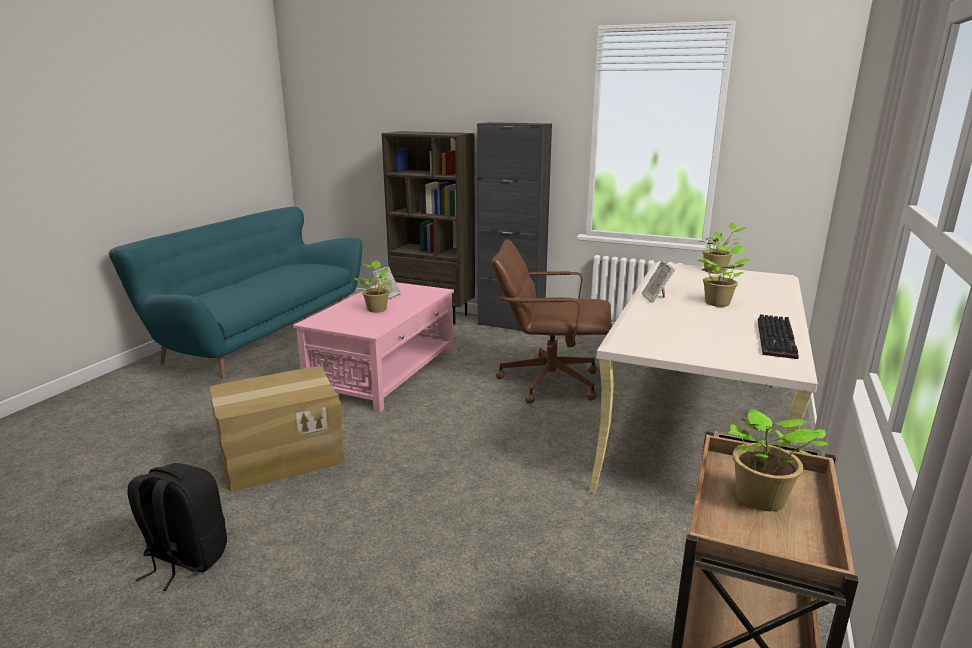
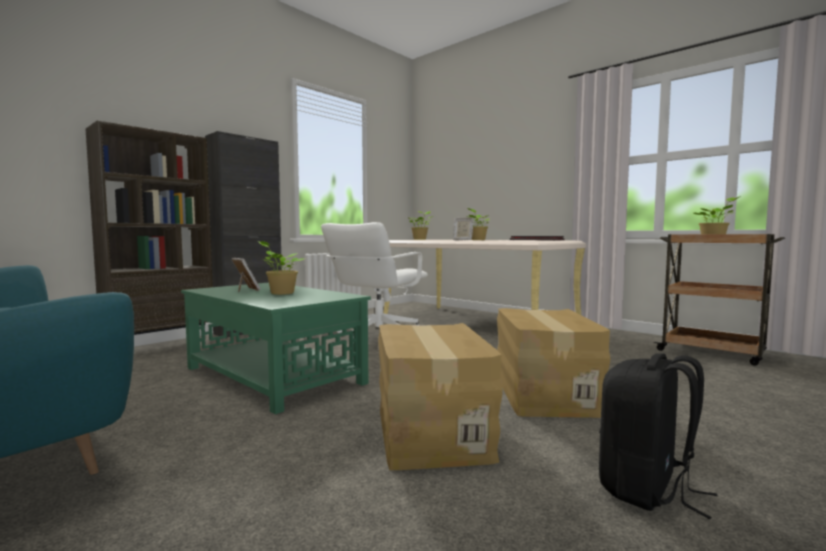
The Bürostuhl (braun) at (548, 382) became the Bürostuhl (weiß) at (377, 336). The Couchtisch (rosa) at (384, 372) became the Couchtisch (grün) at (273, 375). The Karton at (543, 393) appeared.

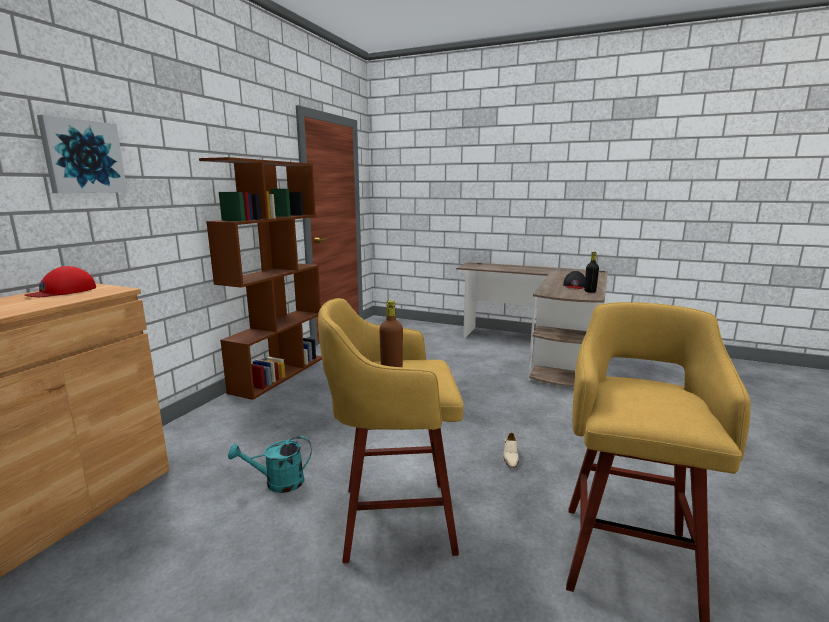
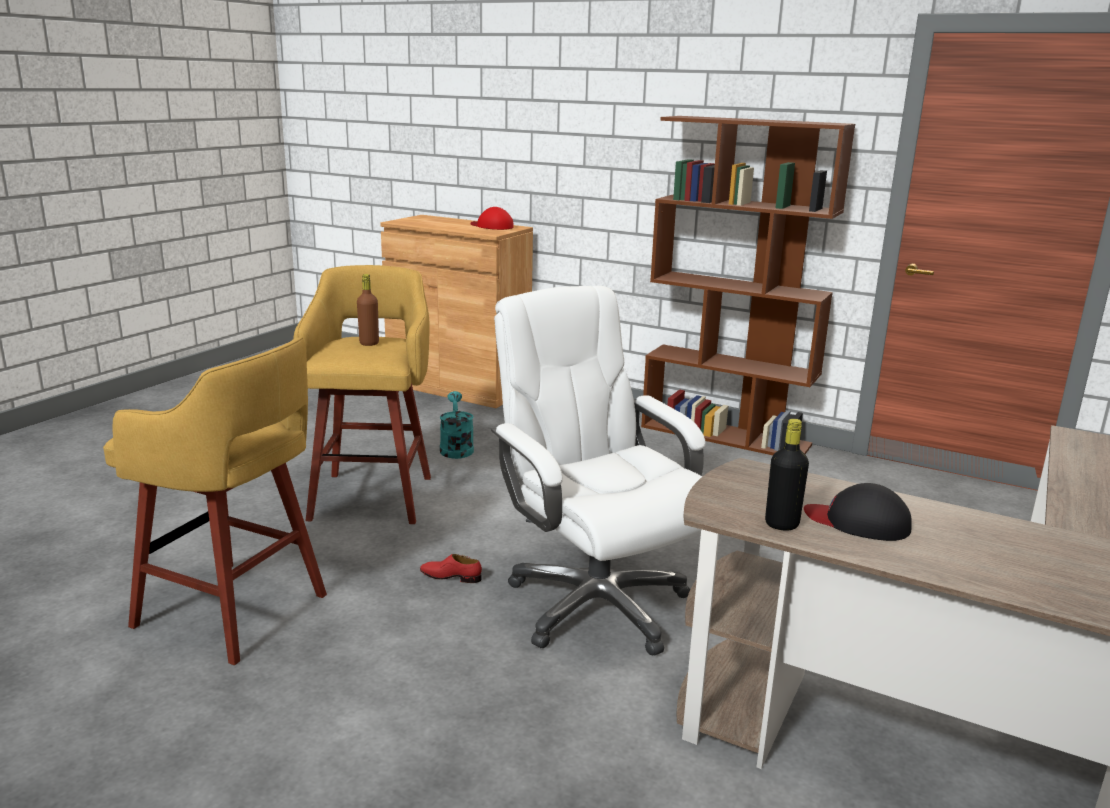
The Bild at (83, 157) disappeared. The Schuh (beige) at (510, 457) became the Schuh (rot) at (451, 576). The Bürostuhl (weiß) at (596, 603) appeared.

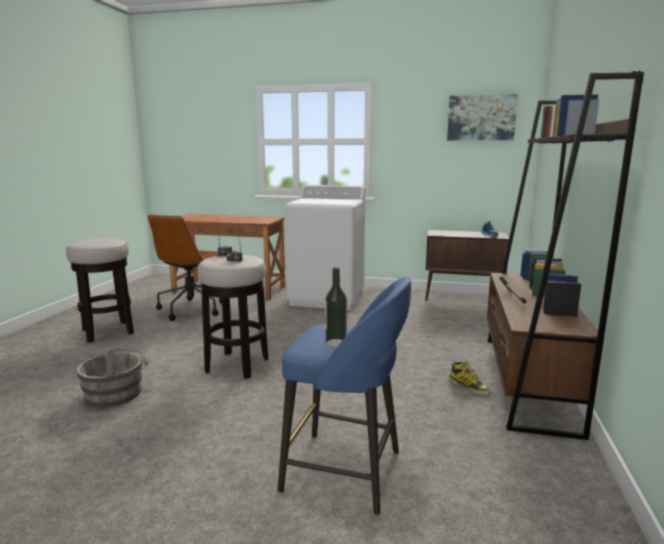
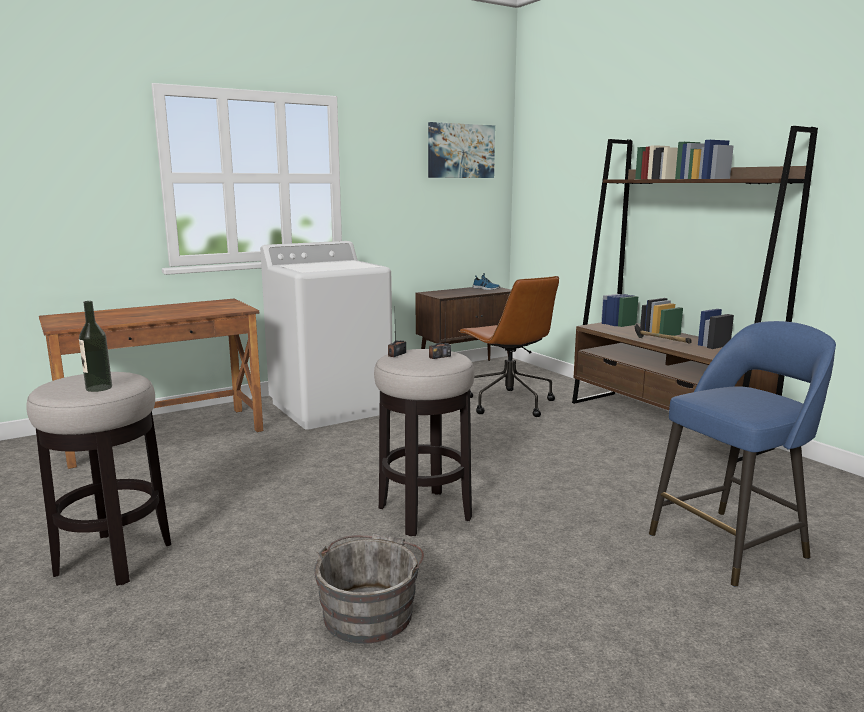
The Bürostuhl (braun) moved from (192, 309) to (508, 403). The Flasche moved from (336, 343) to (99, 388). The Stiefel at (469, 387) disappeared.

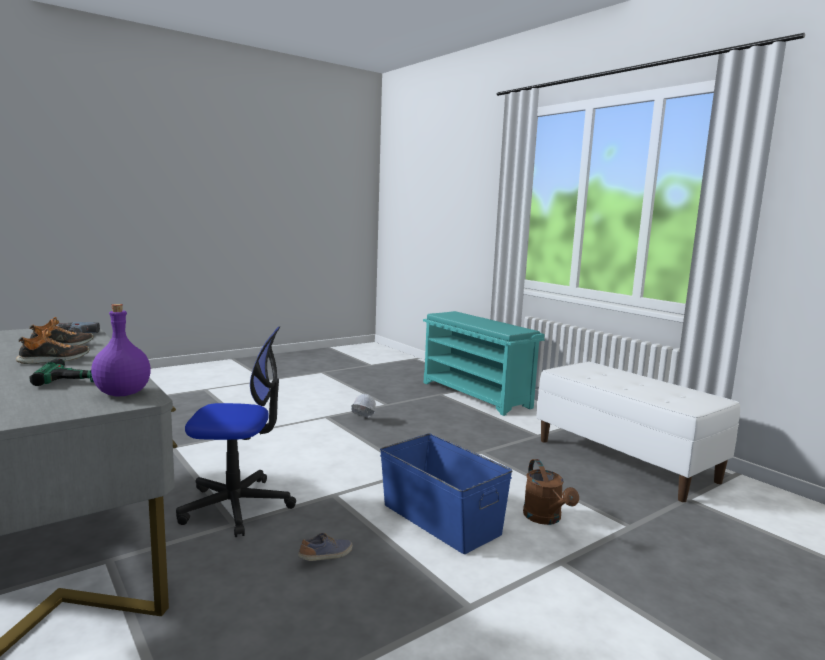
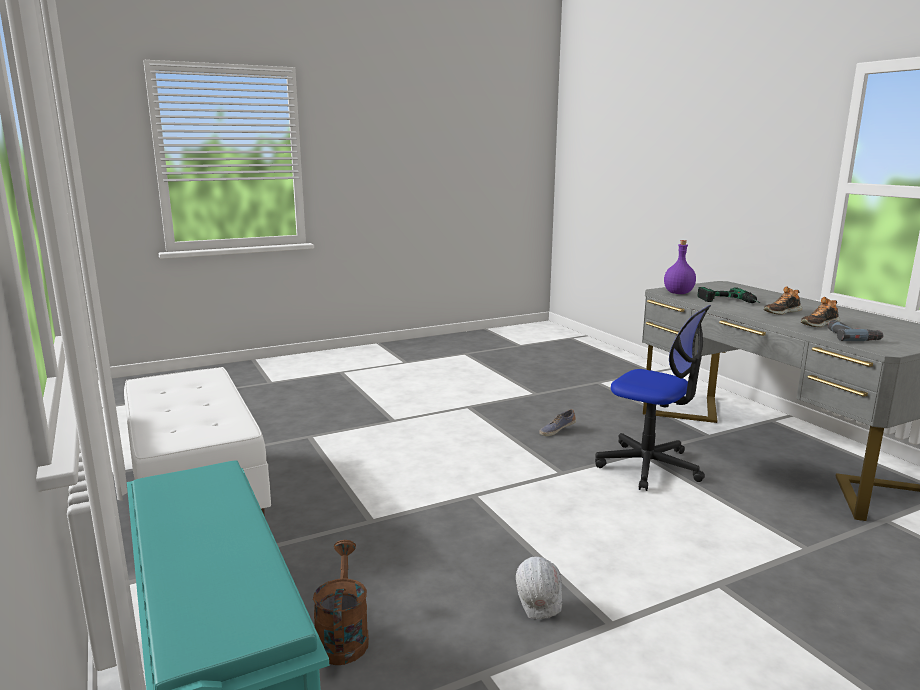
The Bürostuhl at (237, 506) turned 150 degrees counterclockwise. The Aufbewahrungsbox (blau) at (440, 519) disappeared. The Gießkanne (braun) moved from (546, 518) to (342, 636).

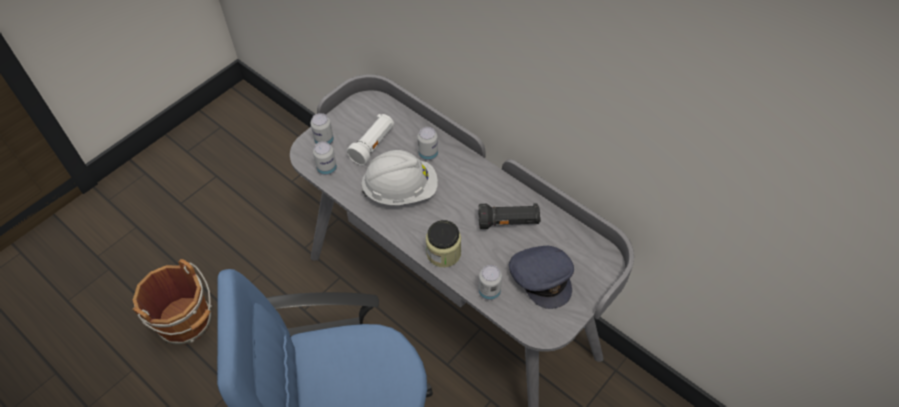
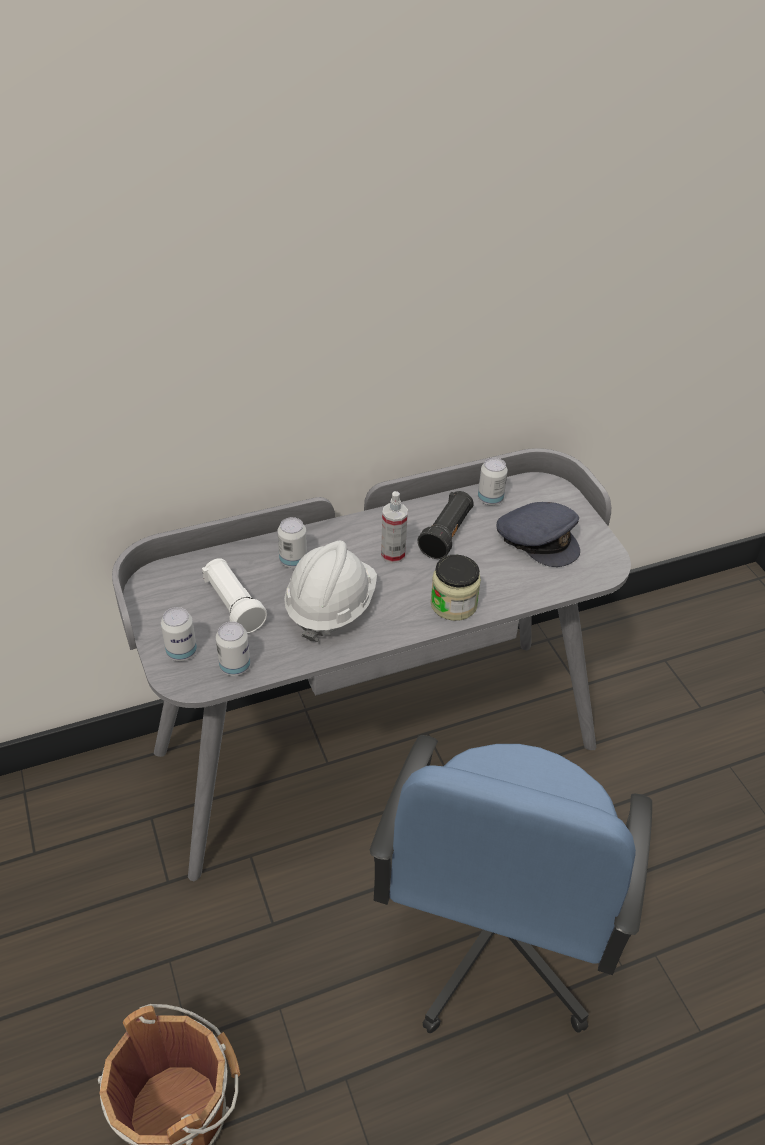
The Kappe (grau) at (542, 278) turned 45 degrees clockwise. The Dose moved from (489, 292) to (490, 499). The Sprühflasche at (393, 554) appeared.

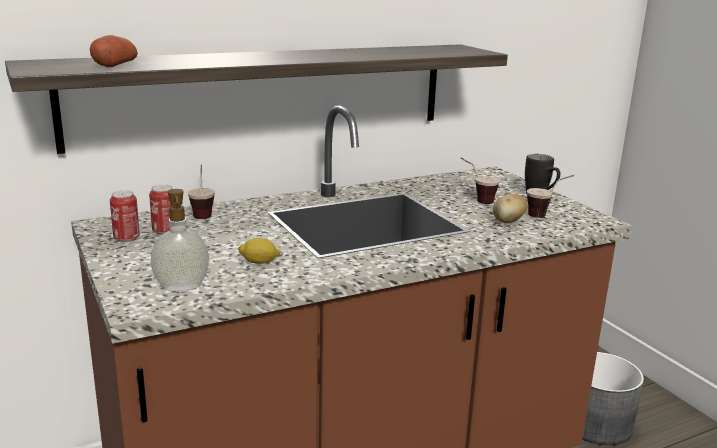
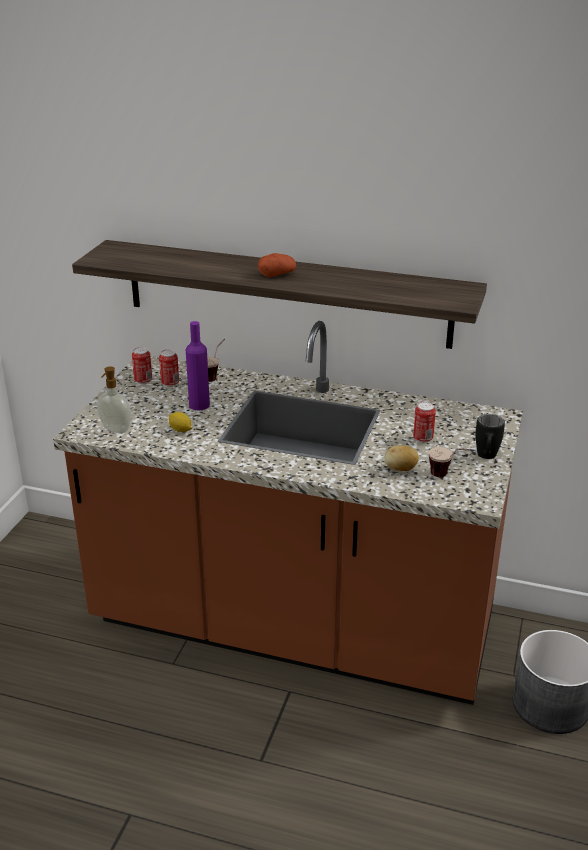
The Kartoffel moved from (115, 65) to (277, 274). The Tasse at (476, 199) was replaced by the Dose at (423, 438). The Flasche (lila) at (199, 405) appeared.

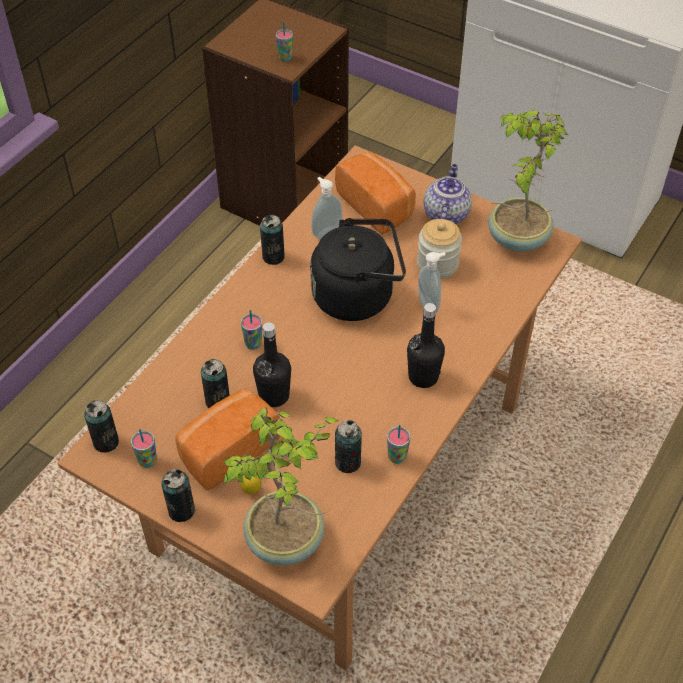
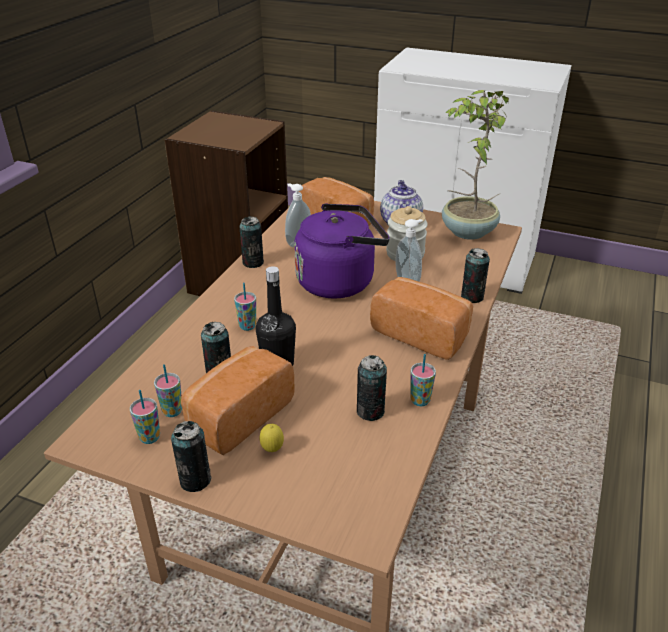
The Tasse moved from (285, 57) to (172, 411). The Wasserkessel (schwarz) at (358, 295) became the Wasserkessel (lila) at (339, 281). The Flasche (schwarz) at (423, 377) was replaced by the Brot at (422, 333). The Dose moved from (106, 442) to (472, 297). The Topfpflanze at (287, 541) disappeared.

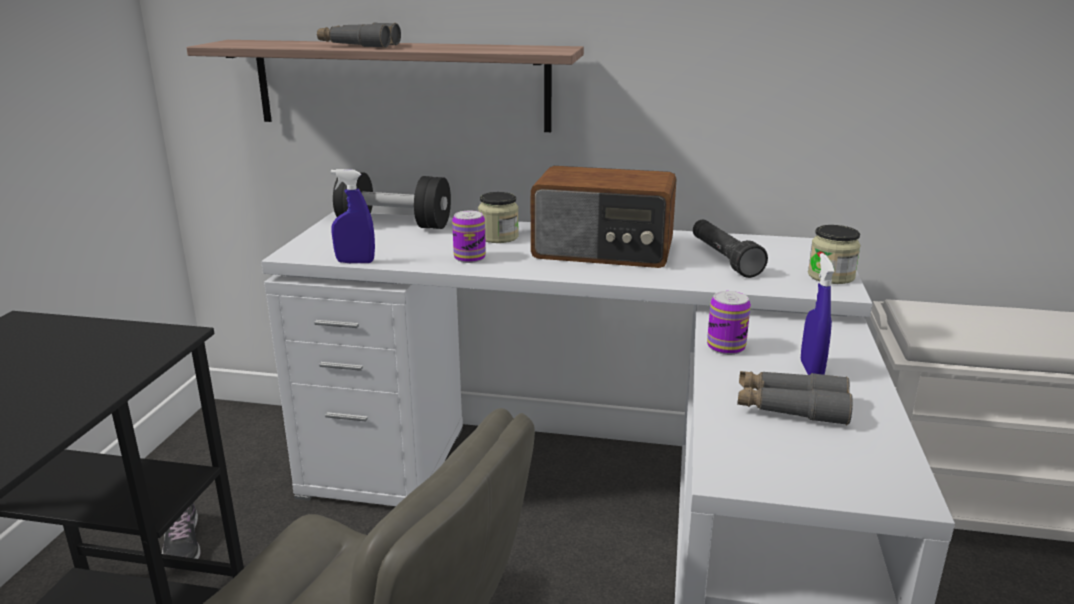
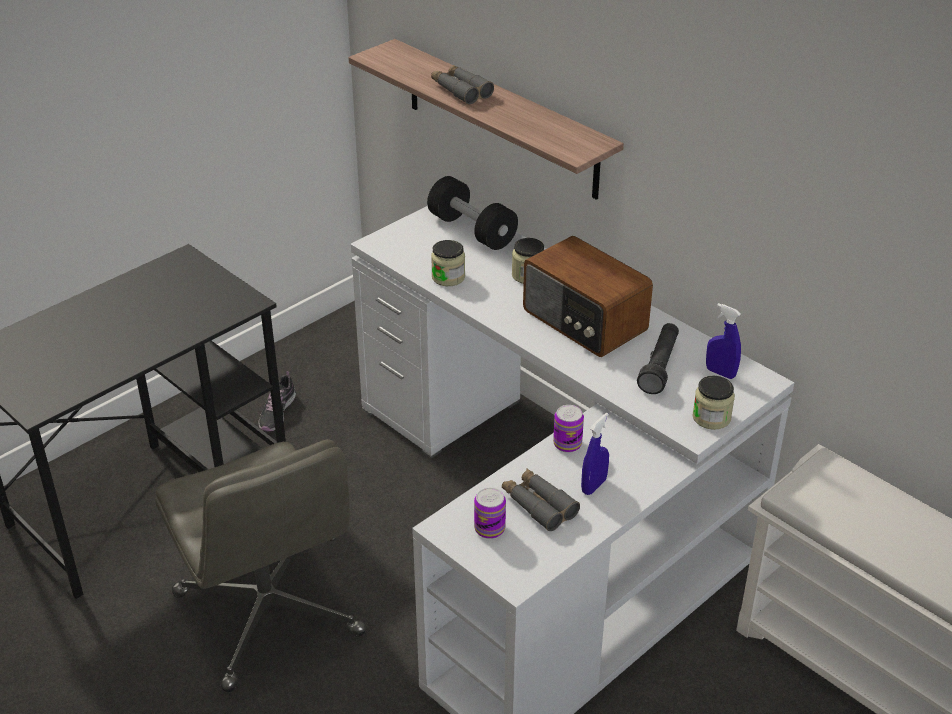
The Sprühflasche (blau) moved from (355, 262) to (720, 373). The Dose moved from (469, 258) to (489, 529). The Vorratsglas at (448, 277) appeared.

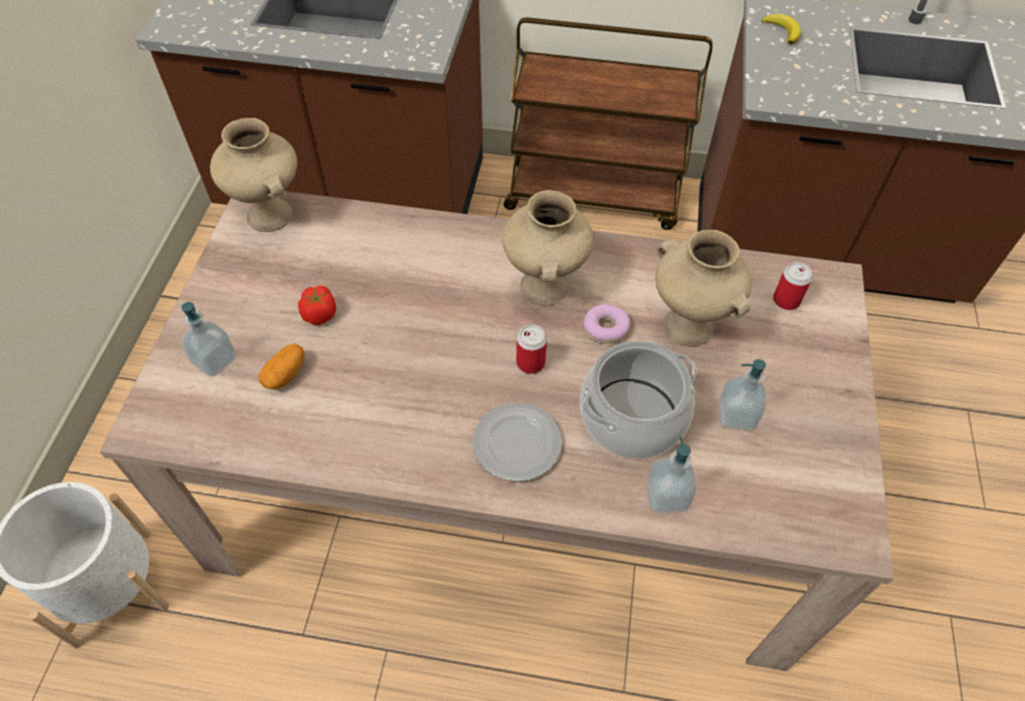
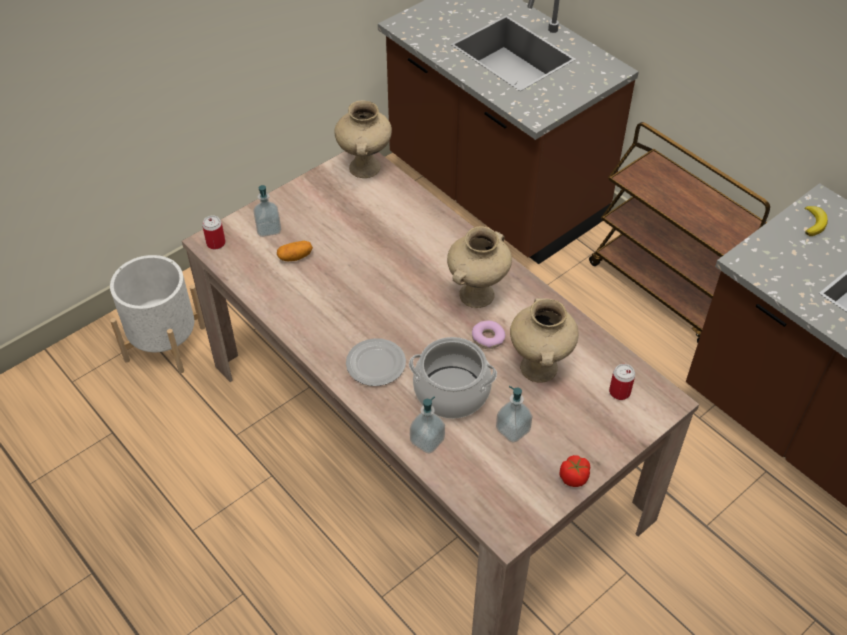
The Tomate moved from (320, 314) to (574, 477). The Dose moved from (530, 362) to (216, 243).

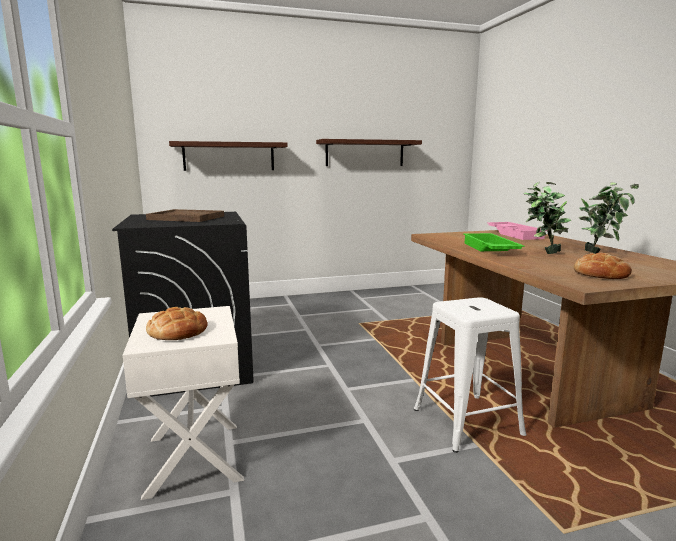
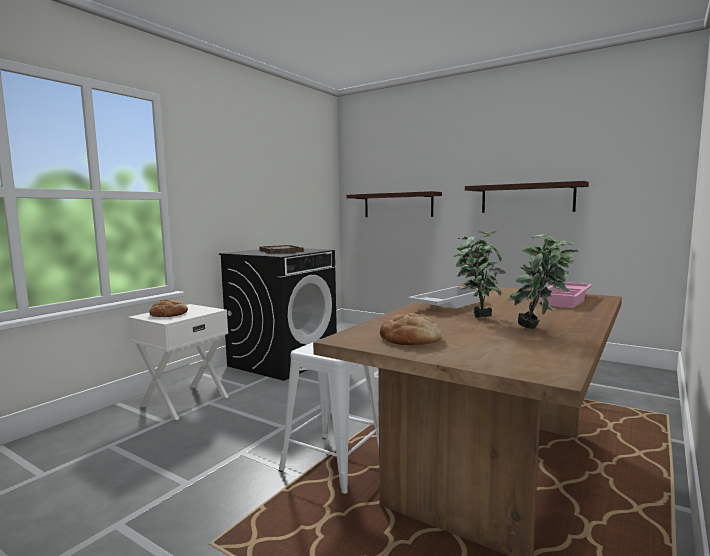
The Tablett (grün) at (489, 249) became the Tablett (weiß) at (447, 304).

